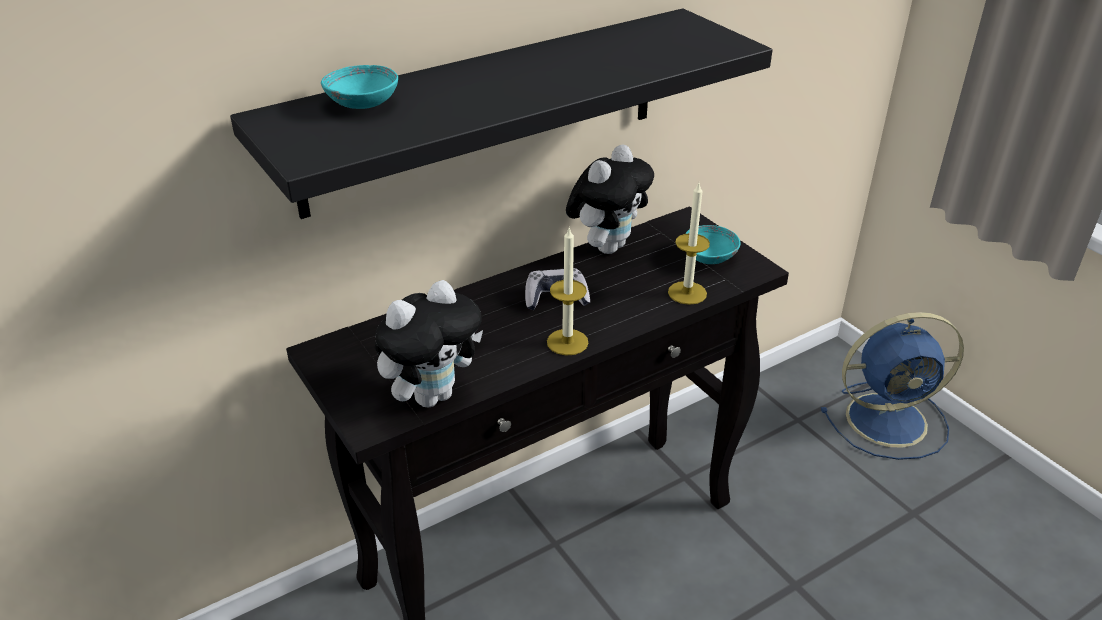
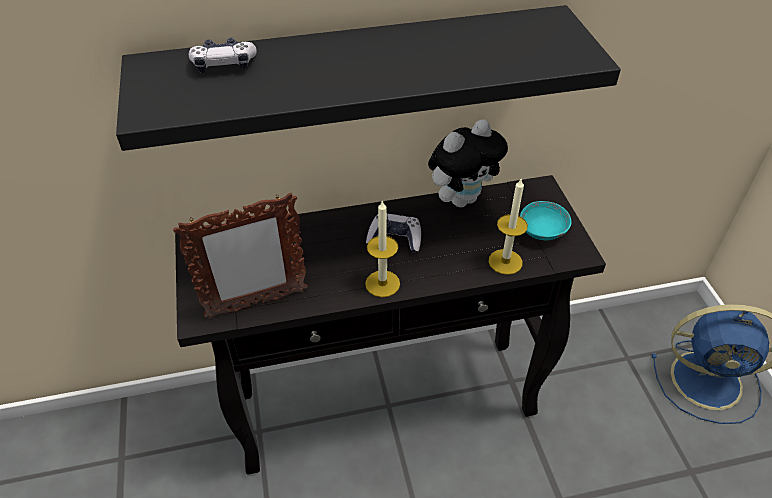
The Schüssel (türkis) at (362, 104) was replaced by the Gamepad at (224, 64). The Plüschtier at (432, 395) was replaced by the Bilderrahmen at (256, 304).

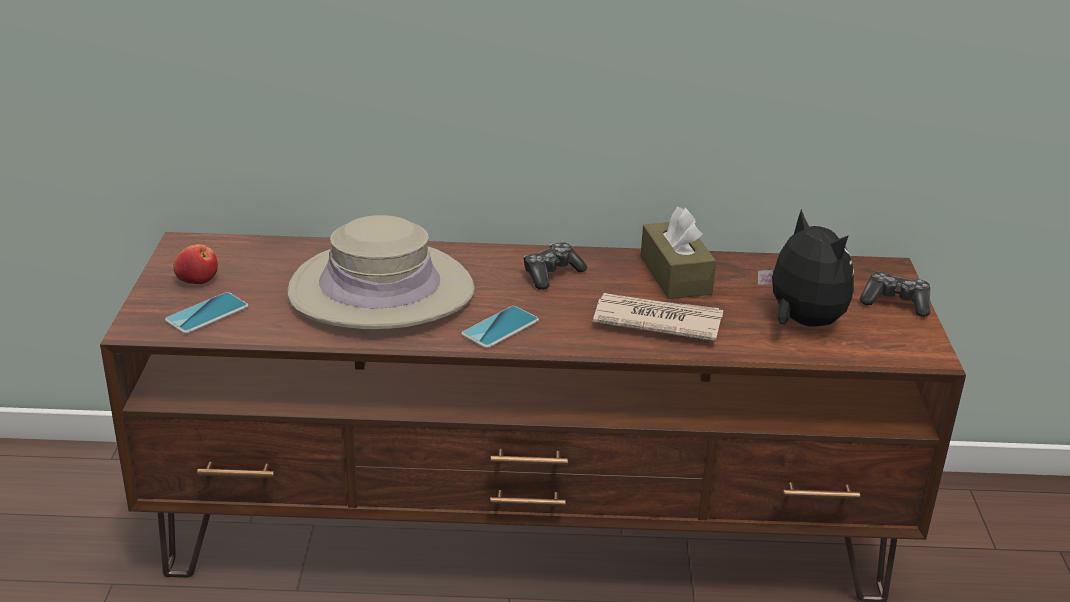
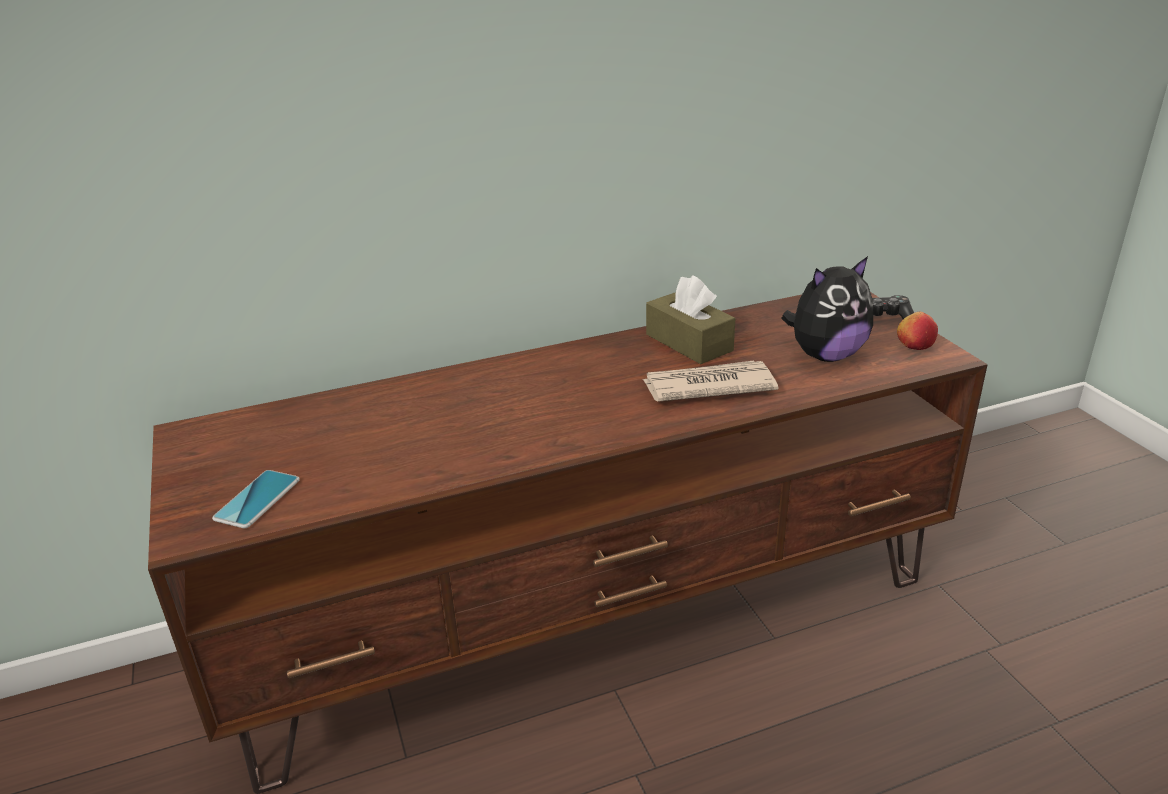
The Plüschtier at (801, 322) turned 120 degrees clockwise. The Hut (beige) at (381, 291) disappeared. The Gamepad at (551, 274) disappeared. The Apfel moved from (197, 279) to (914, 346). The Handy at (500, 328) disappeared.

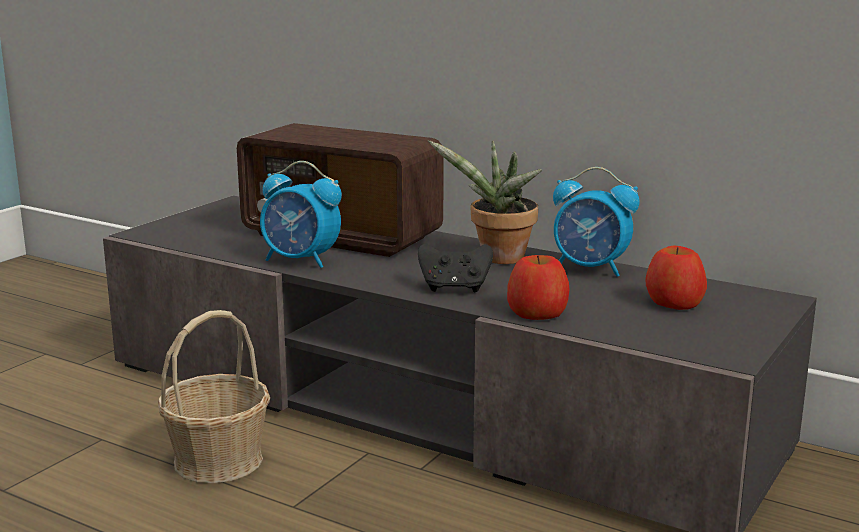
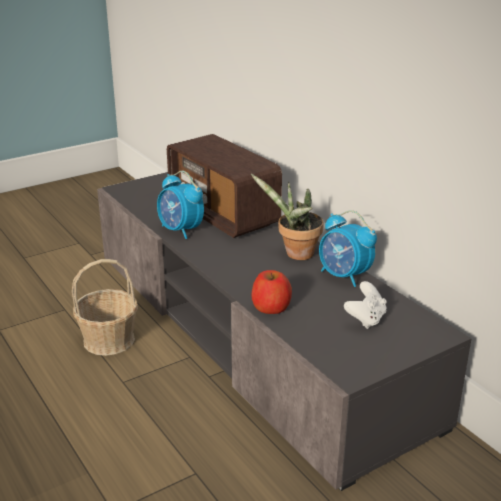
The Gamepad (schwarz) at (454, 288) disappeared. The Apfel at (674, 303) was replaced by the Gamepad (weiß) at (365, 319).

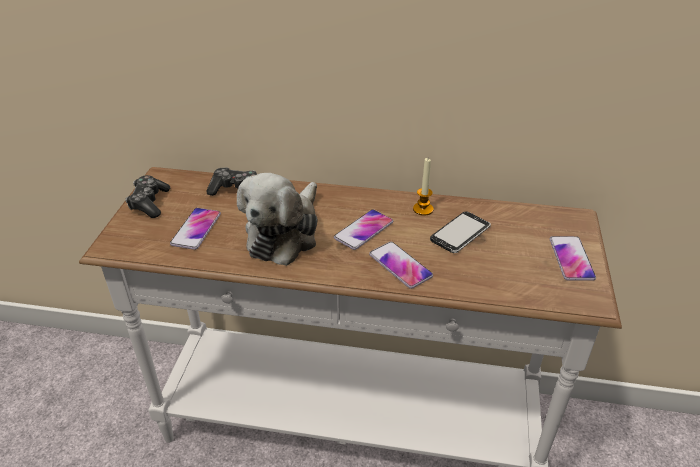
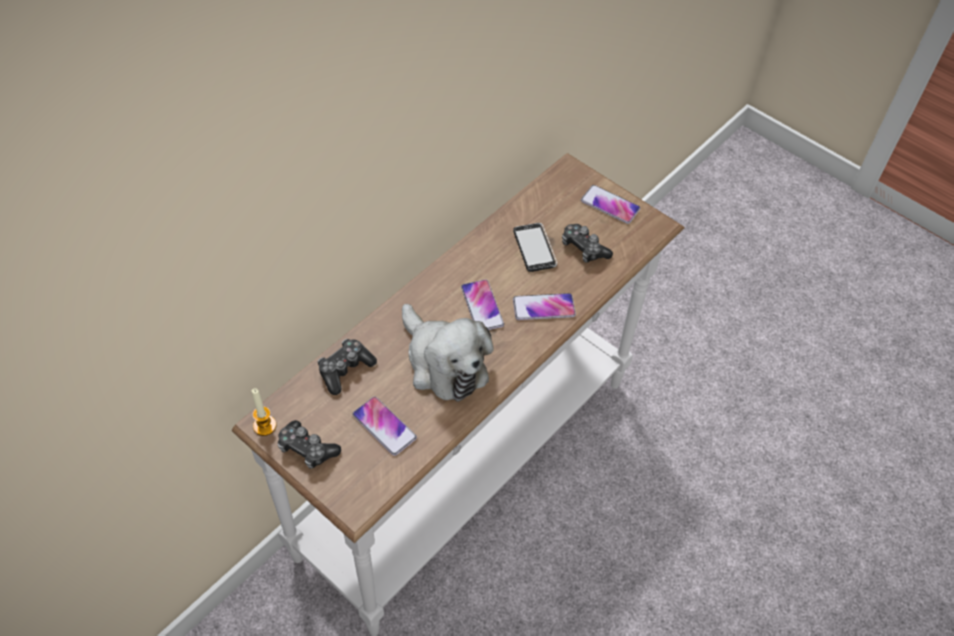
The Kerze moved from (423, 209) to (264, 426). The Gamepad at (583, 248) appeared.

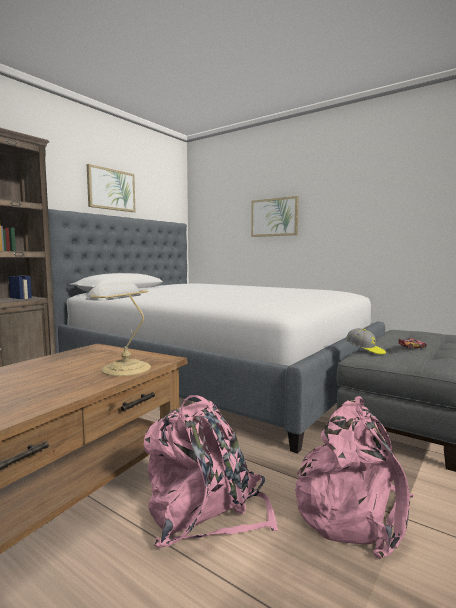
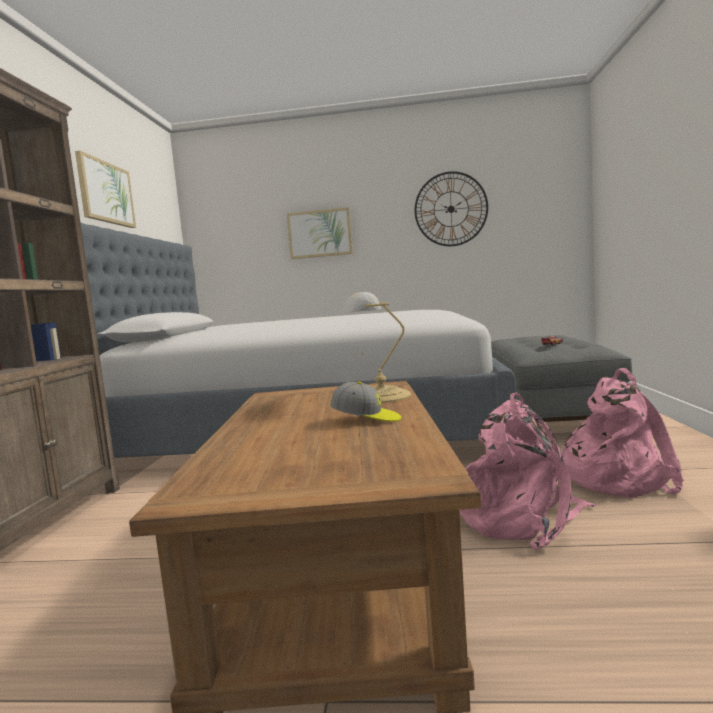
The Kappe moved from (365, 350) to (366, 419). The Wanduhr at (451, 209) appeared.

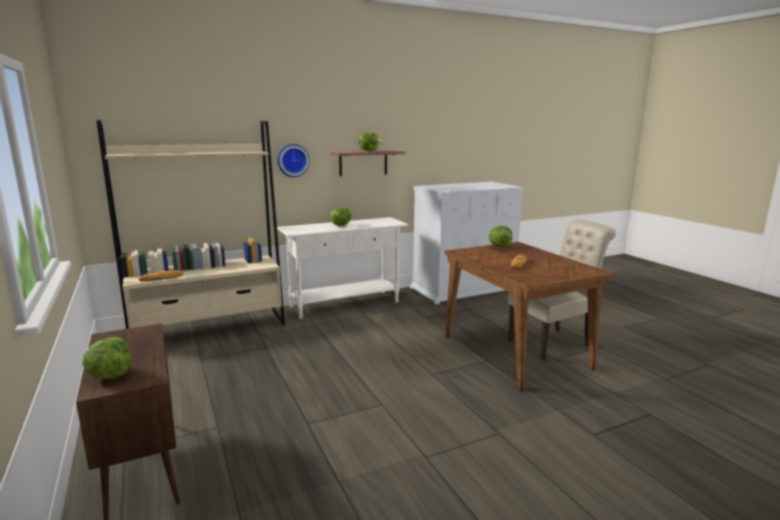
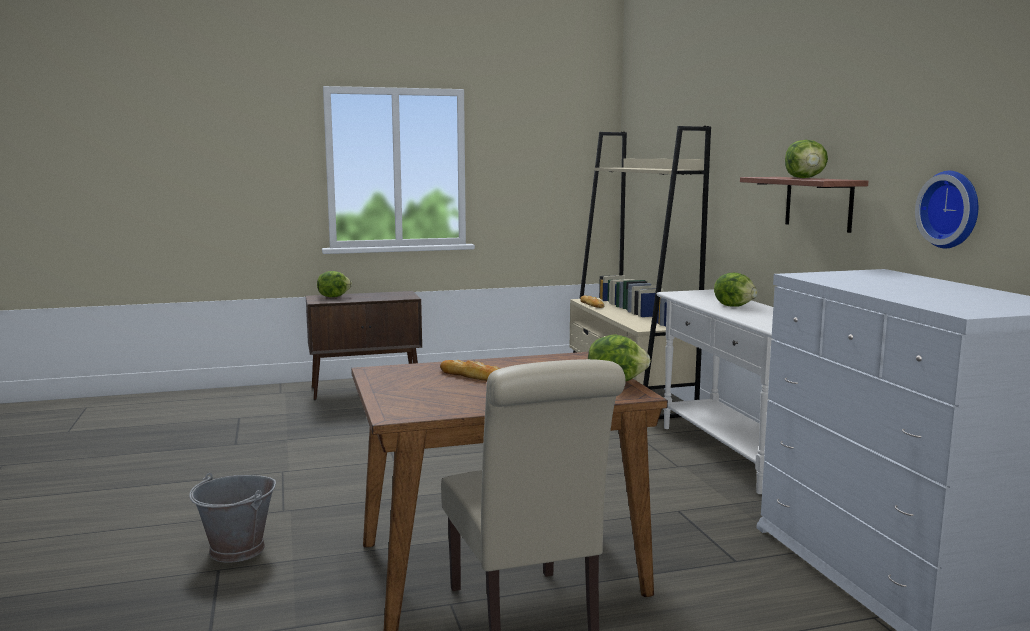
The Wanduhr moved from (292, 160) to (952, 209). The Eimer (grau) at (237, 550) appeared.

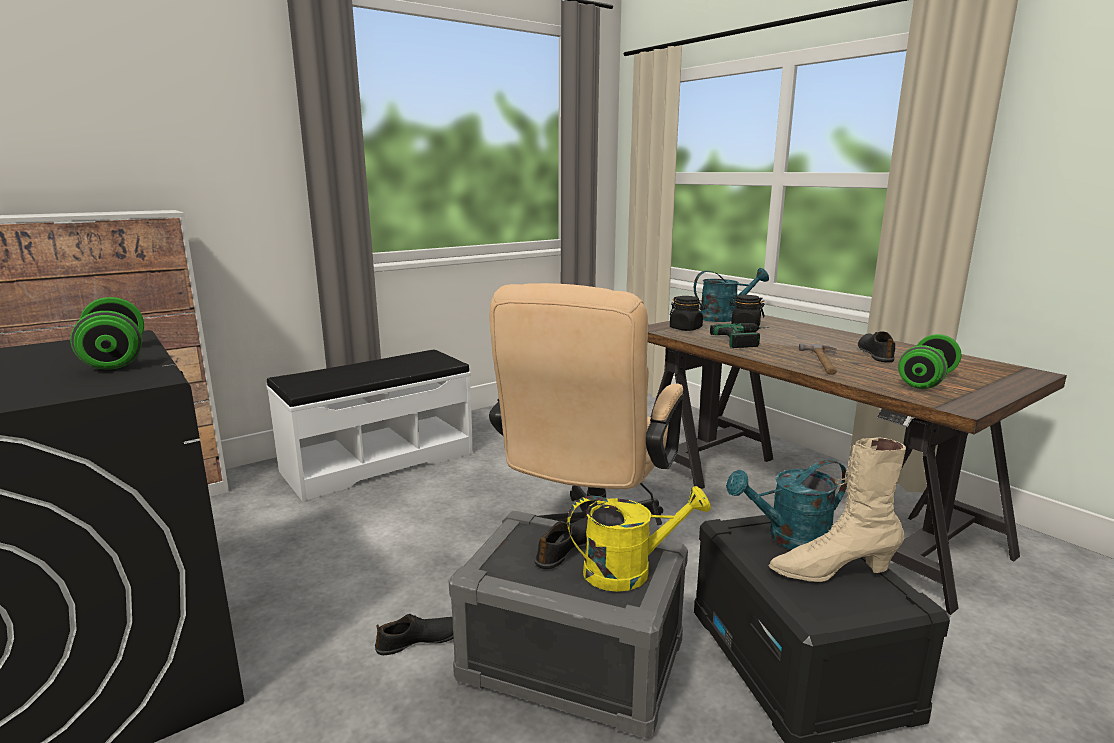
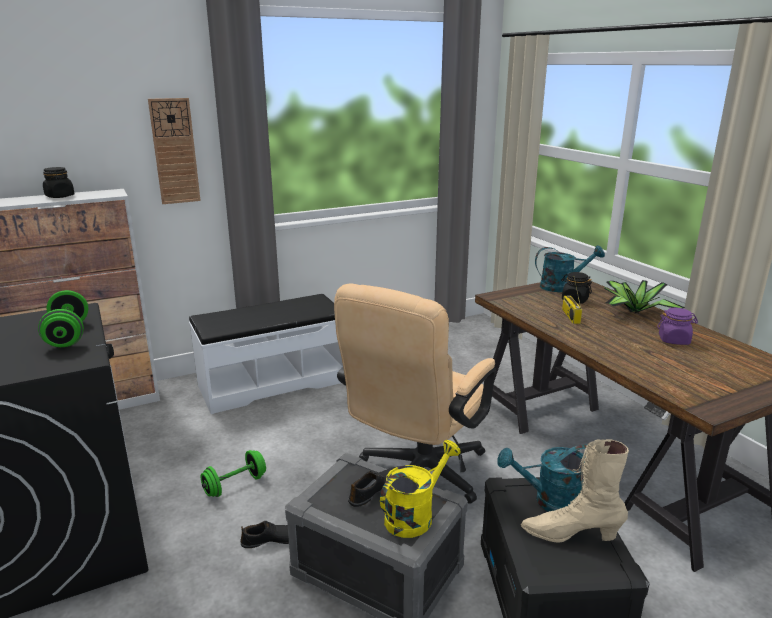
The Vorratsglas (schwarz) moved from (686, 328) to (60, 196). The Bohrmaschine at (749, 339) was replaced by the Radio at (570, 316). The Schuh (schwarz) at (876, 353) was replaced by the Vorratsglas (lila) at (674, 340). The Hantel (grün) moved from (926, 381) to (235, 485). The Hammer at (823, 362) disappeared. The Gießkanne (gelb) at (629, 571) turned 45 degrees counterclockwise. The Wanduhr at (174, 151) appeared. The Topfpflanze at (633, 312) appeared.

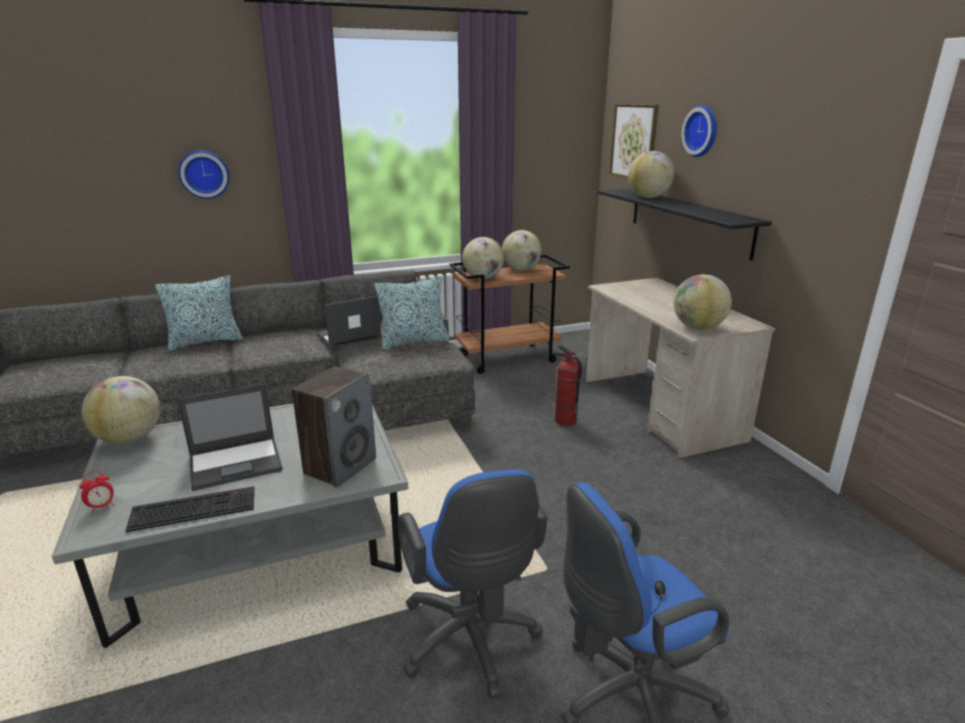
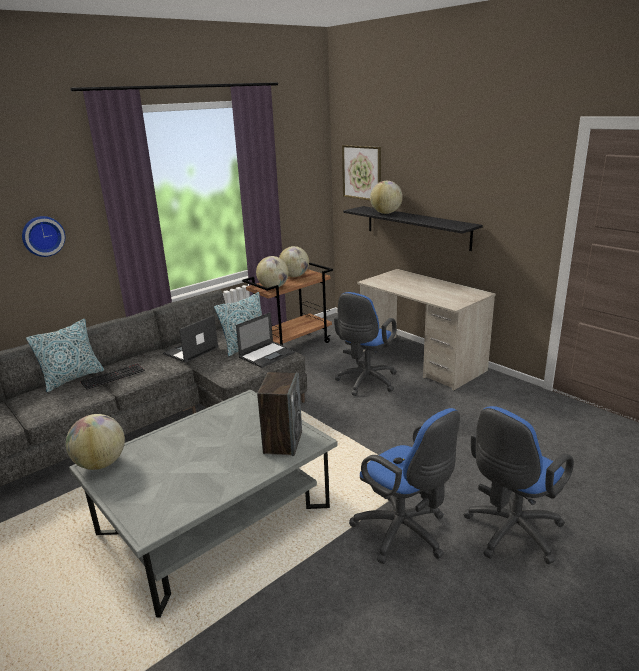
The Wanduhr at (703, 131) disappeared. The Globus at (698, 327) disappeared. The Feuerlöscher at (565, 421) was replaced by the Bürostuhl (blau) at (365, 383). The Laptop moved from (237, 463) to (267, 355). The Wecker at (102, 507) disappeared. The Tastatur moved from (195, 508) to (113, 376).

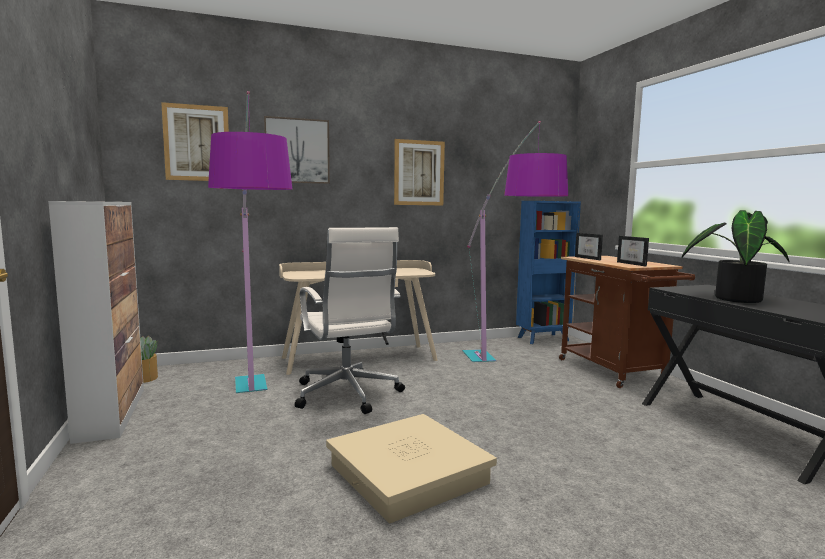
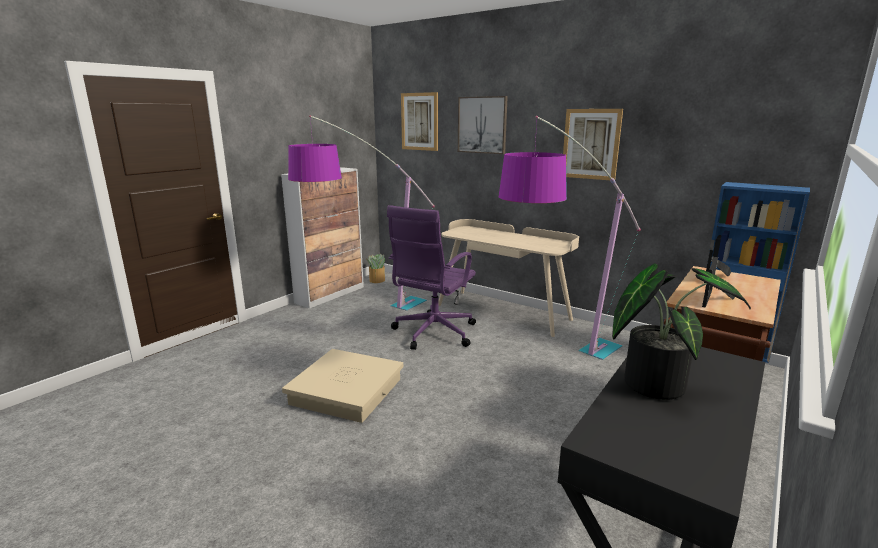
The Bürostuhl (weiß) at (347, 395) became the Bürostuhl (lila) at (433, 333).

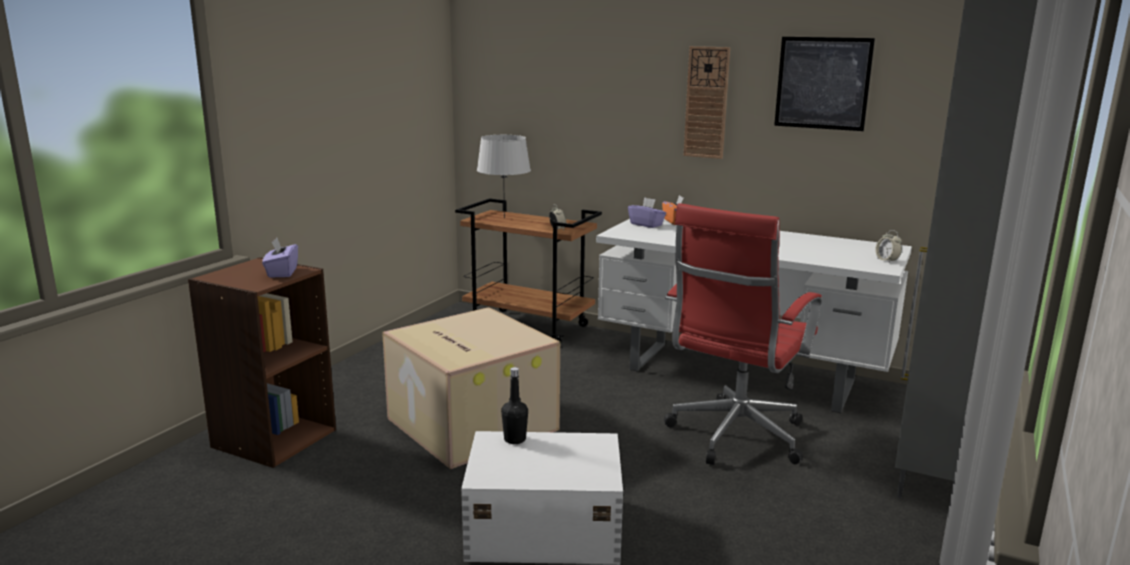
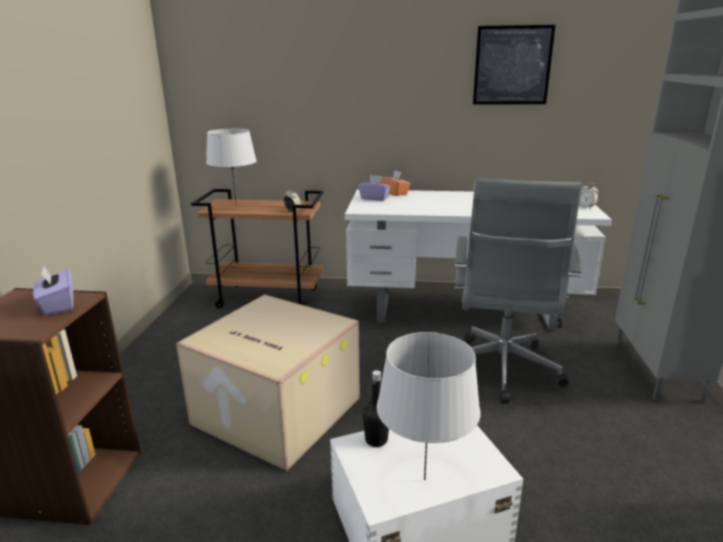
The Wanduhr at (706, 102) disappeared. The Bürostuhl (rot) at (734, 438) became the Bürostuhl (grau) at (502, 372). The Tischlampe (grau) at (424, 479) appeared.

